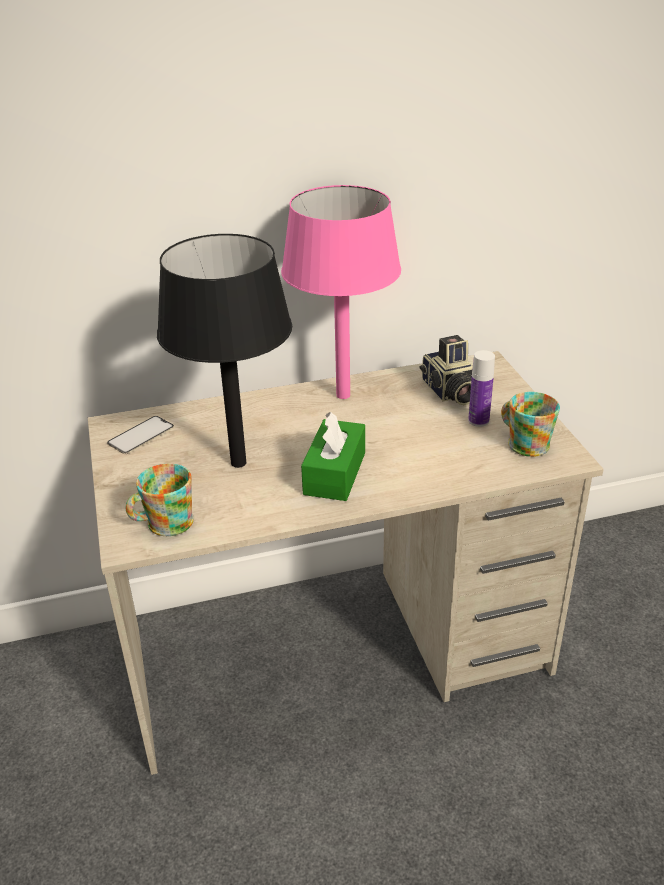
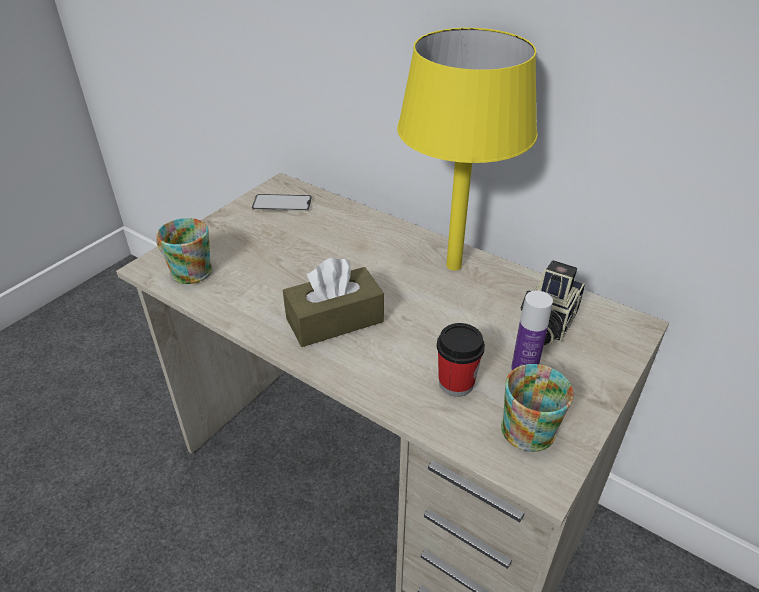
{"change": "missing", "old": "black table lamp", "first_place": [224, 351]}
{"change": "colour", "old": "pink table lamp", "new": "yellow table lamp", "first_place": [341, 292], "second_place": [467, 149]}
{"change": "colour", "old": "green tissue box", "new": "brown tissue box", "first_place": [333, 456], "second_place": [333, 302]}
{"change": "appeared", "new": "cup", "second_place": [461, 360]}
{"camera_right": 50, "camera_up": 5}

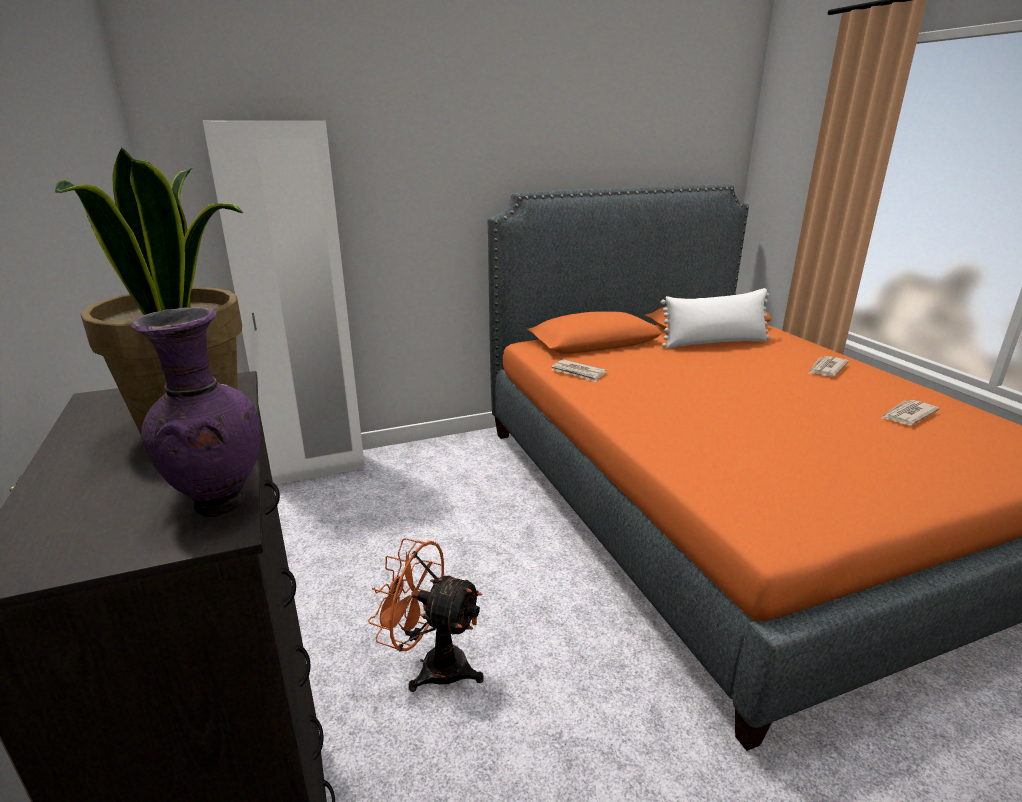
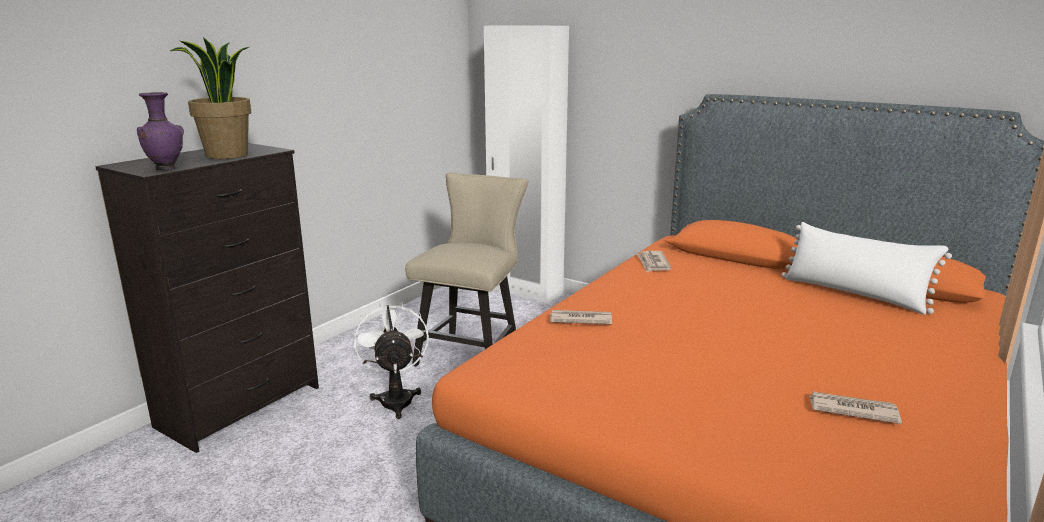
{"change": "colour", "old": "orange fan", "new": "white fan", "first_place": [426, 615], "second_place": [391, 360]}
{"change": "relocated", "old": "newspaper", "first_place": [828, 366], "second_place": [581, 317]}
{"change": "appeared", "new": "beige chair", "second_place": [466, 269]}
{"camera_right": 55, "camera_up": -5}

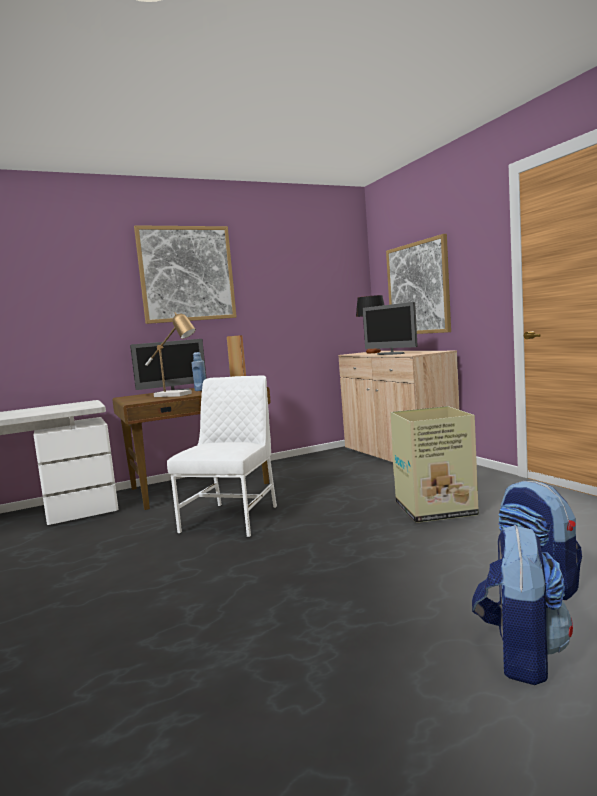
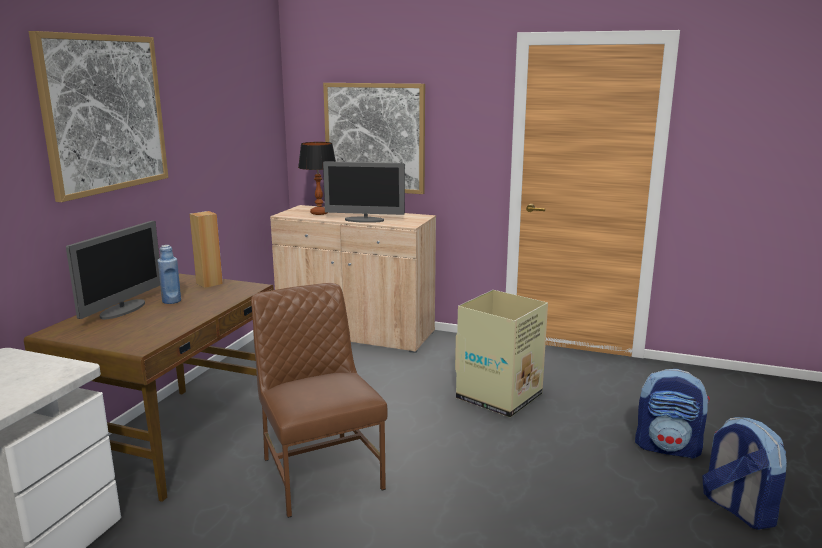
{"change": "missing", "old": "table lamp", "first_place": [170, 354]}
{"change": "colour", "old": "white chair", "new": "brown chair", "first_place": [222, 456], "second_place": [319, 400]}
{"camera_right": -45, "camera_up": 10}

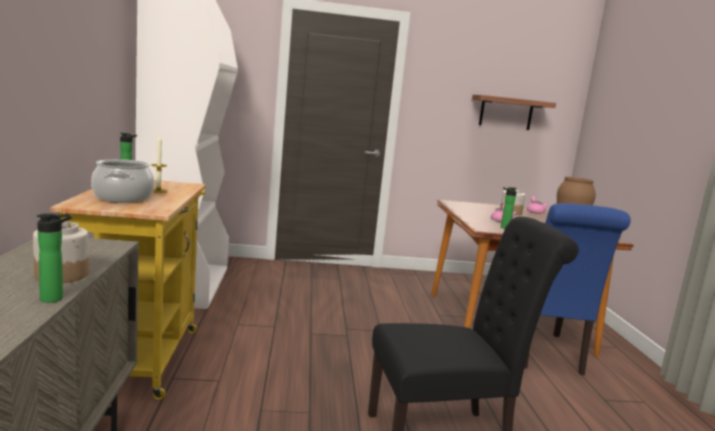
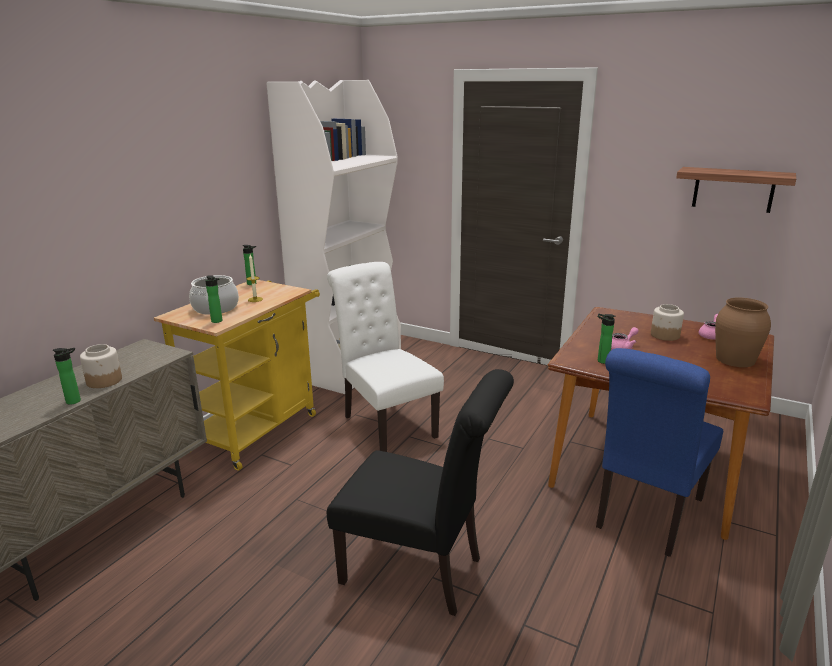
{"change": "appeared", "new": "bottle", "second_place": [213, 299]}
{"change": "appeared", "new": "white chair", "second_place": [385, 357]}
{"camera_right": 35, "camera_up": 10}

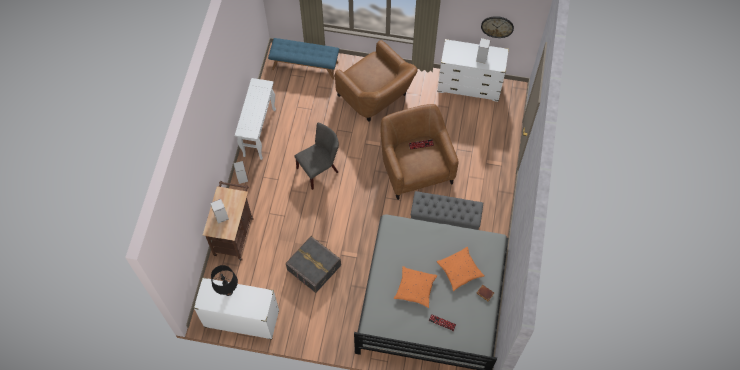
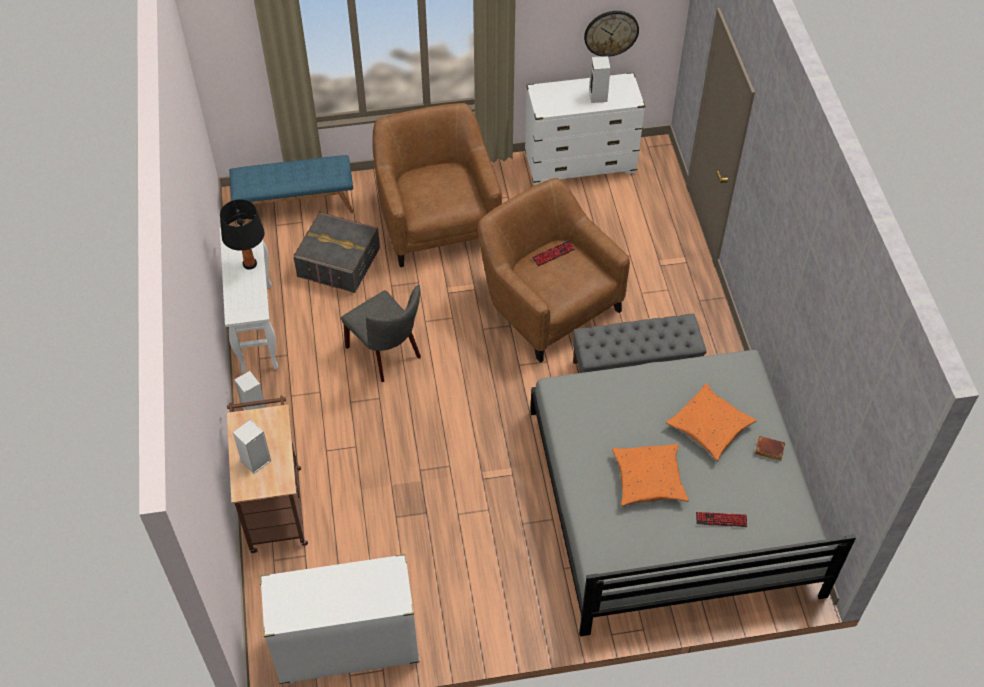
{"change": "relocated", "old": "black table lamp", "first_place": [224, 280], "second_place": [242, 235]}
{"change": "relocated", "old": "grey storage box", "first_place": [313, 264], "second_place": [336, 252]}
{"change": "spun", "old": "grey chair", "first_place": [316, 156], "second_place": [381, 333], "degrees": 105}
{"change": "spun", "old": "brown armchair", "first_place": [376, 81], "second_place": [437, 185], "degrees": -135}
{"camera_right": -20, "camera_up": -10}

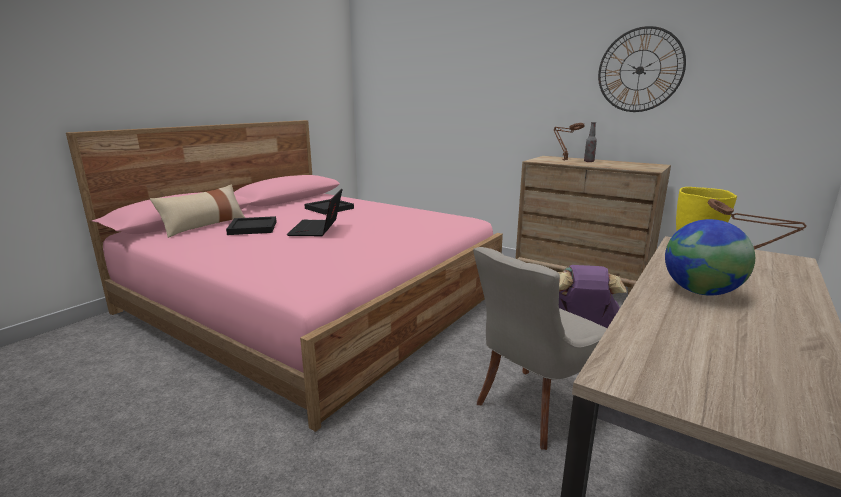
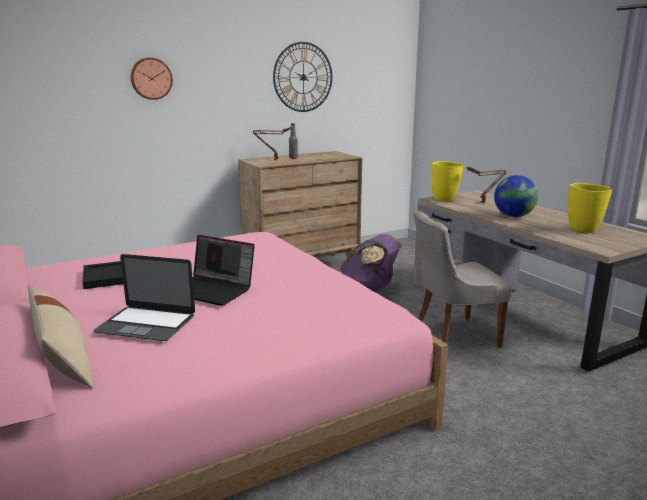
{"change": "exchanged", "old": "black tray", "new": "laptop", "first_place": [251, 225], "second_place": [144, 297]}
{"change": "spun", "old": "grey chair", "first_place": [540, 348], "second_place": [462, 279], "degrees": 90}
{"change": "appeared", "new": "wall clock", "second_place": [152, 78]}
{"change": "appeared", "new": "yellow vase", "second_place": [590, 208]}
{"camera_right": -65, "camera_up": 0}

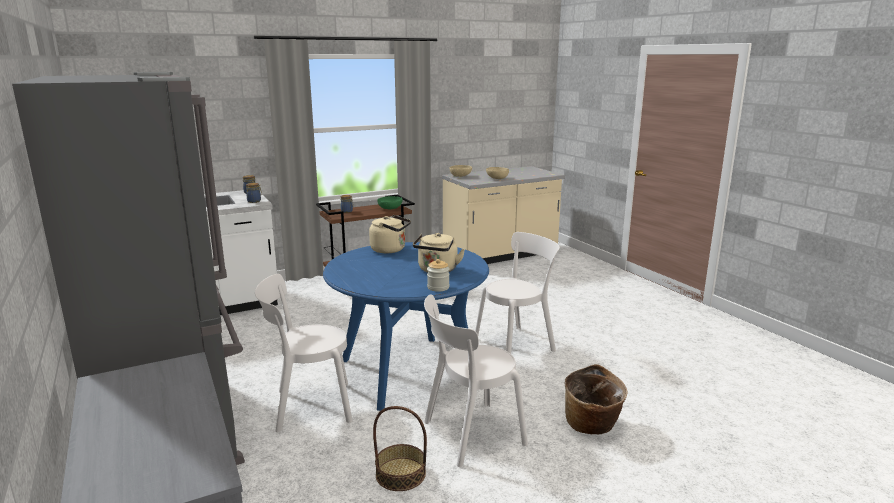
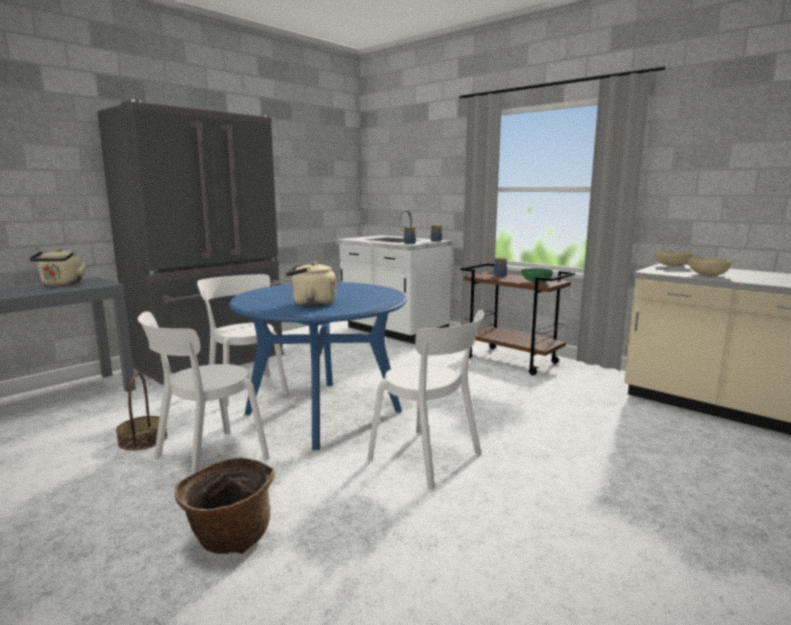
{"change": "relocated", "old": "beige kettle", "first_place": [390, 234], "second_place": [58, 267]}
{"change": "spun", "old": "white chair", "first_place": [476, 380], "second_place": [204, 393], "degrees": -90}
{"change": "missing", "old": "jar", "first_place": [438, 275]}
{"camera_right": 70, "camera_up": -5}

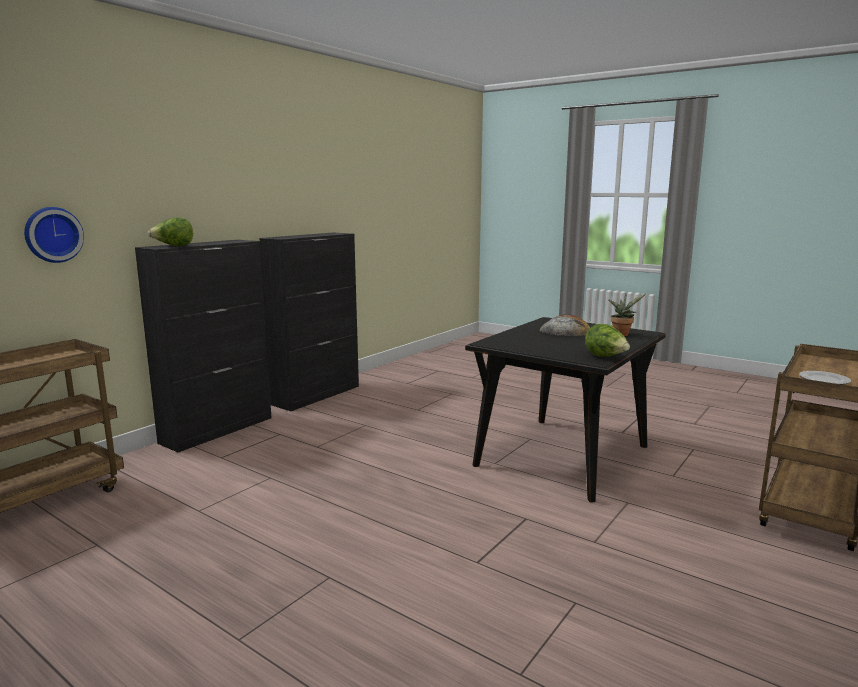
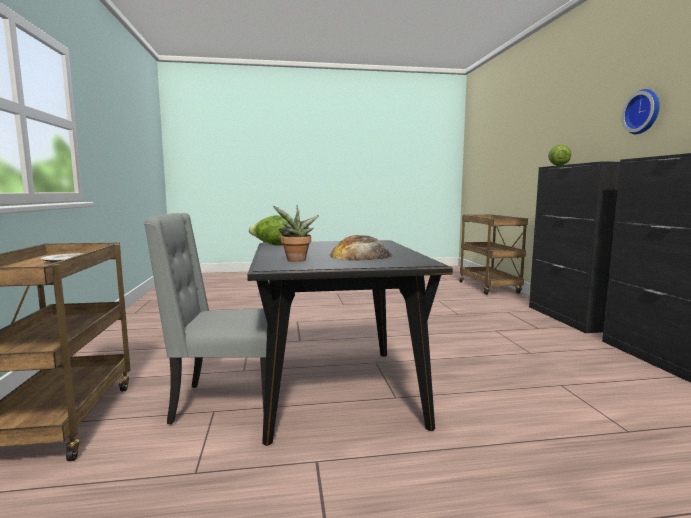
{"change": "relocated", "old": "wall clock", "first_place": [54, 235], "second_place": [641, 111]}
{"change": "appeared", "new": "grey chair", "second_place": [205, 318]}
{"camera_right": 135, "camera_up": -5}

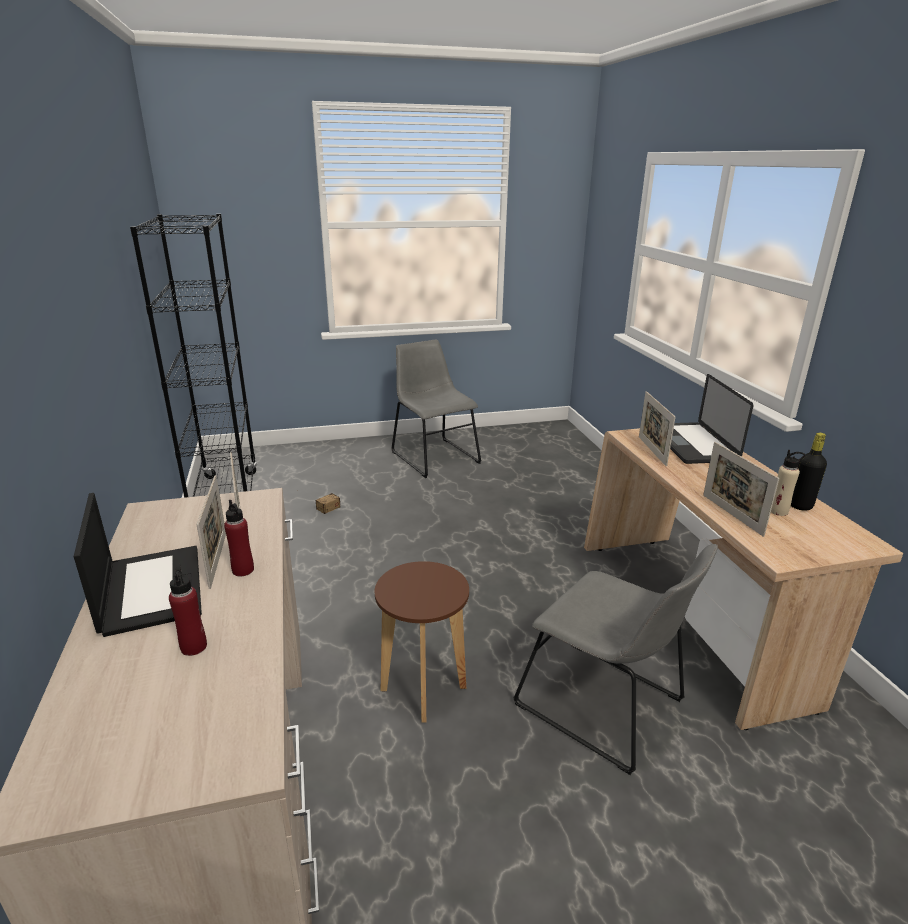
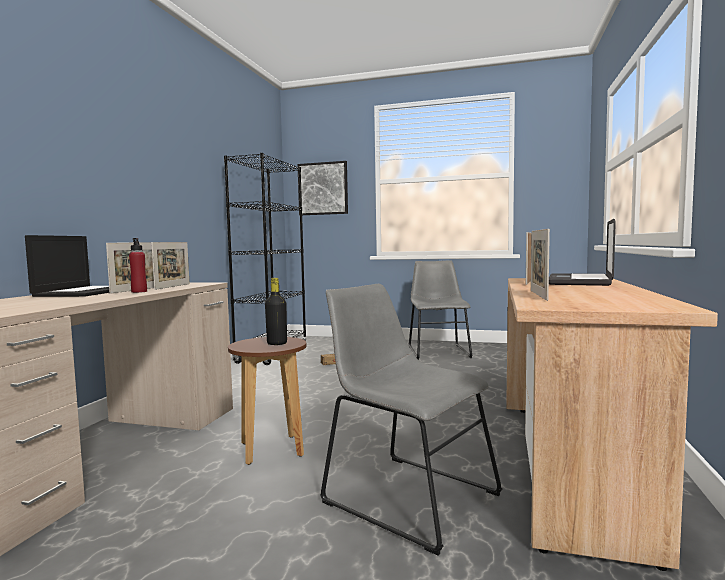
{"change": "missing", "old": "red bottle", "first_place": [188, 610]}
{"change": "spun", "old": "grey chair", "first_place": [615, 659], "second_place": [411, 420], "degrees": 150}
{"change": "missing", "old": "beige bottle", "first_place": [788, 483]}
{"change": "relocated", "old": "black bottle", "first_place": [809, 472], "second_place": [276, 311]}
{"change": "appeared", "new": "picture", "second_place": [322, 188]}
{"camera_right": 30, "camera_up": -20}

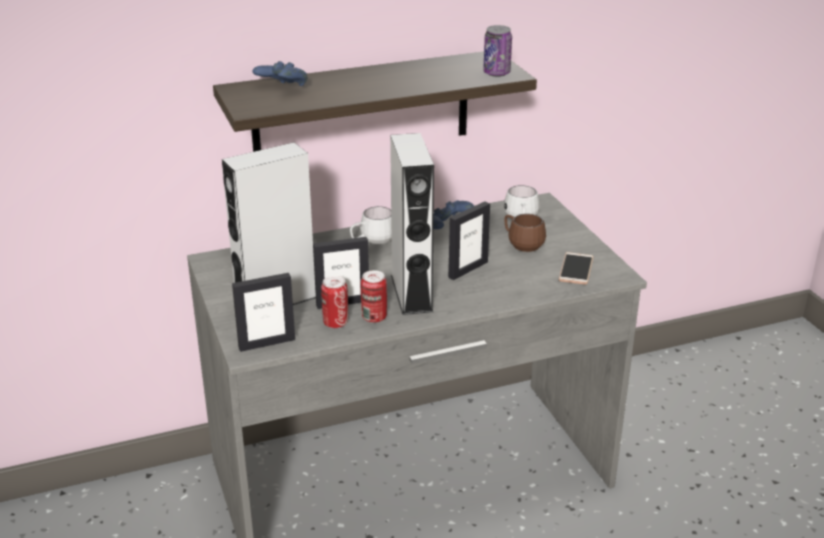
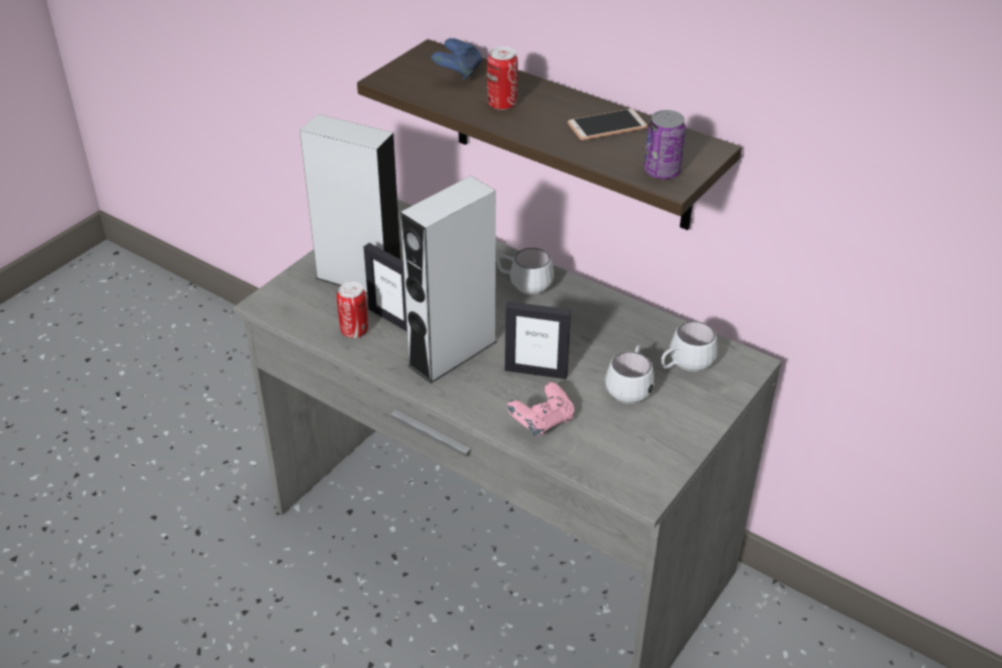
{"change": "missing", "old": "picture frame", "first_place": [263, 312]}
{"change": "relocated", "old": "can", "first_place": [374, 296], "second_place": [502, 78]}
{"change": "missing", "old": "blue game controller", "first_place": [453, 214]}
{"change": "colour", "old": "brown mug", "new": "white mug", "first_place": [525, 232], "second_place": [630, 374]}
{"change": "relocated", "old": "phone", "first_place": [576, 268], "second_place": [607, 124]}
{"change": "appeared", "new": "pink game controller", "second_place": [540, 409]}
{"camera_right": 55, "camera_up": 10}

